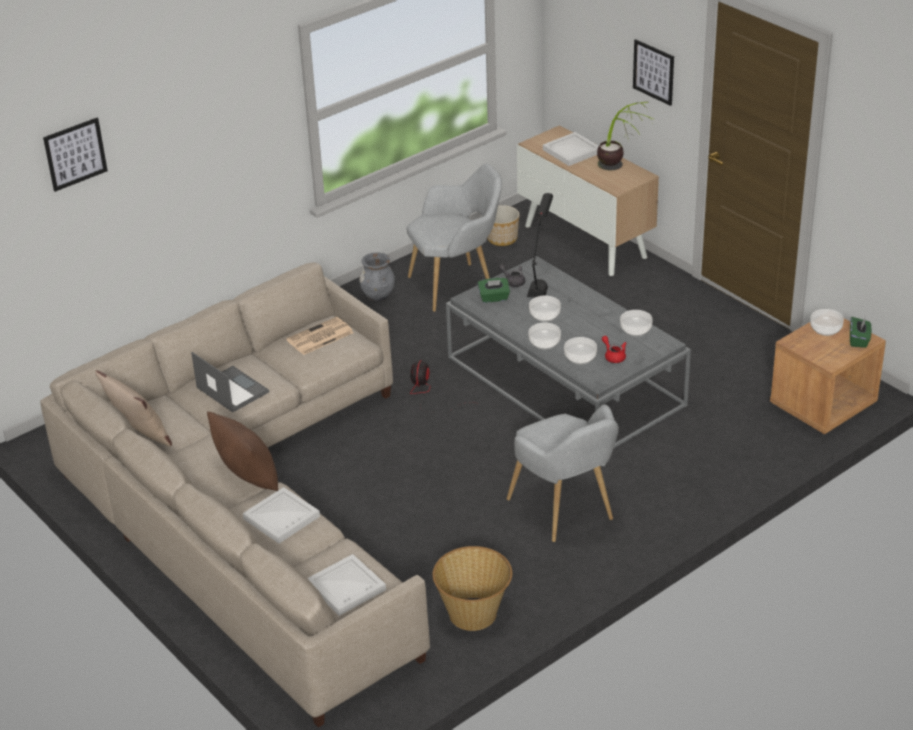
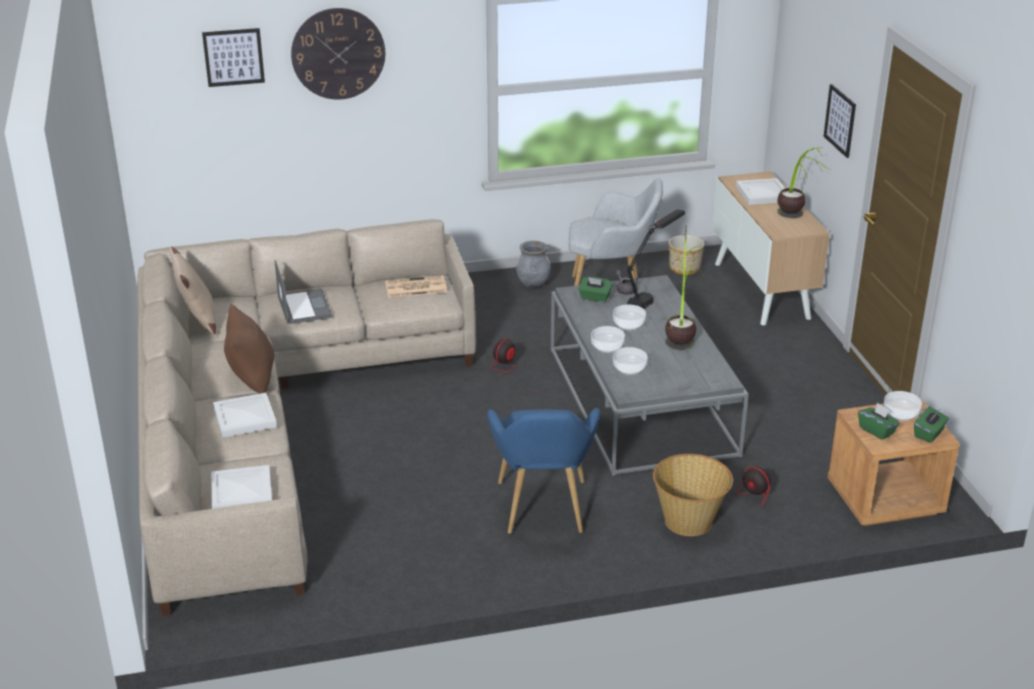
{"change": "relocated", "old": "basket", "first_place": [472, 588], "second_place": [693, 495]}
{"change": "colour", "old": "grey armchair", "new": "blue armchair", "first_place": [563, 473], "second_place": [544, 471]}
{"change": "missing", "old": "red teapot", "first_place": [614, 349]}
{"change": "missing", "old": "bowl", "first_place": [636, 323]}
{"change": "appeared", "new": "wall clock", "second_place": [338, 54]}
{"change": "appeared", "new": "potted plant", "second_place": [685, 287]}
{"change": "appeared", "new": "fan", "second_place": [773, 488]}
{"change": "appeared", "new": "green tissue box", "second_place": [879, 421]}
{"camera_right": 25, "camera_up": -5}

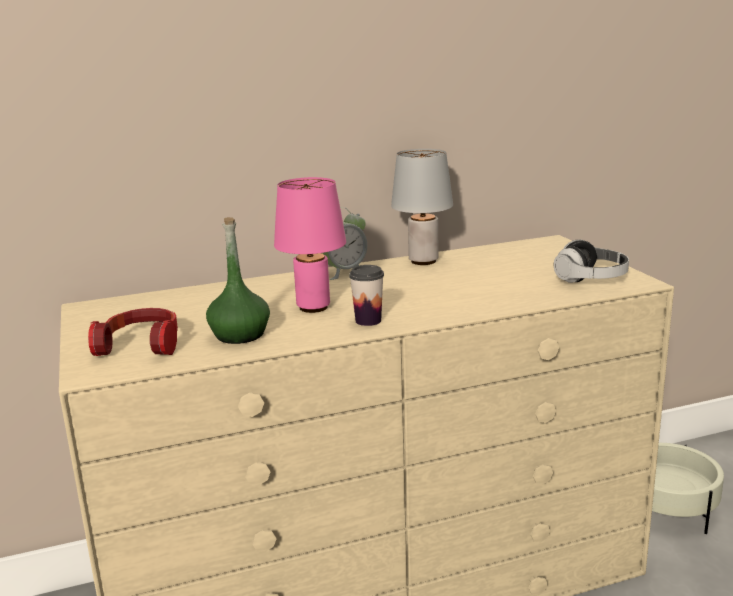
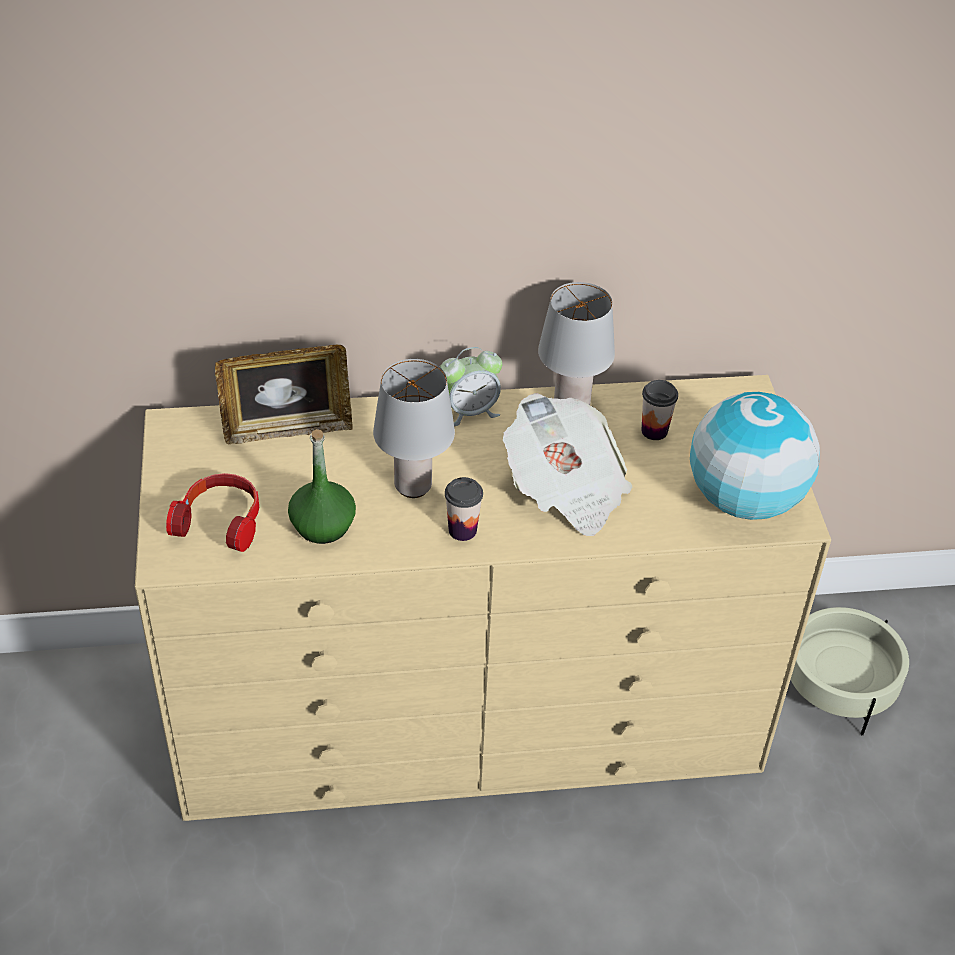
{"change": "colour", "old": "pink table lamp", "new": "grey table lamp", "first_place": [310, 245], "second_place": [414, 428]}
{"change": "exchanged", "old": "headphones", "new": "globe", "first_place": [591, 261], "second_place": [755, 456]}
{"change": "appeared", "new": "picture frame", "second_place": [284, 394]}
{"change": "appeared", "new": "newspaper", "second_place": [568, 464]}
{"change": "appeared", "new": "cup", "second_place": [659, 410]}
{"camera_right": 10, "camera_up": 25}

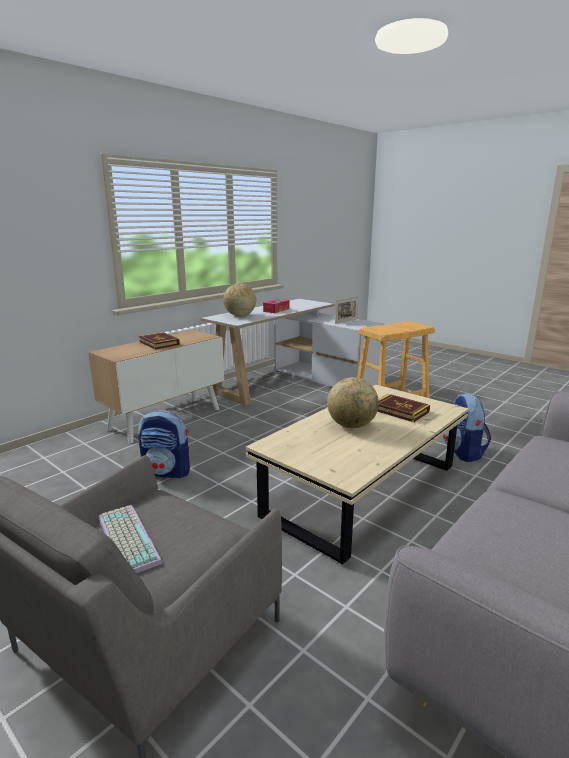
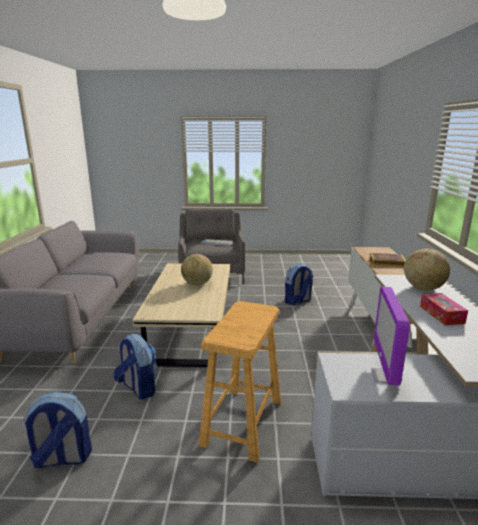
{"change": "exchanged", "old": "picture frame", "new": "monitor", "first_place": [346, 310], "second_place": [390, 336]}
{"change": "missing", "old": "book", "first_place": [403, 408]}
{"change": "appeared", "new": "backpack", "second_place": [57, 430]}
{"camera_right": 140, "camera_up": 0}

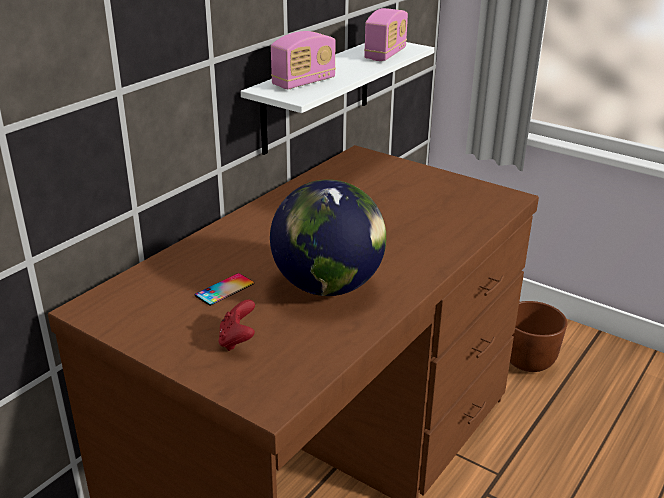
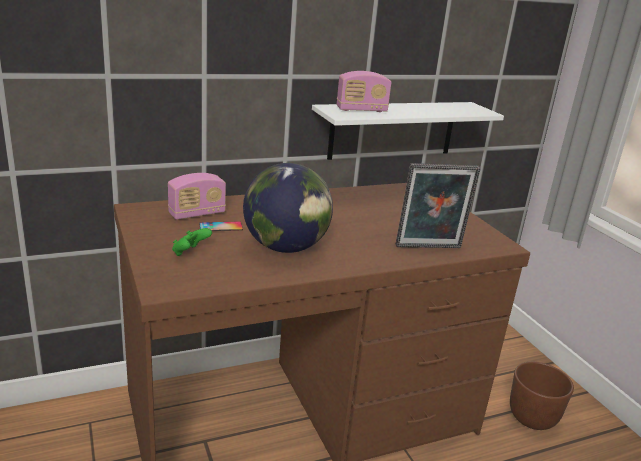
{"change": "colour", "old": "red game controller", "new": "green game controller", "first_place": [236, 325], "second_place": [192, 242]}
{"change": "relocated", "old": "radio", "first_place": [386, 34], "second_place": [197, 196]}
{"change": "appeared", "new": "picture frame", "second_place": [438, 205]}
{"camera_right": 30, "camera_up": -5}

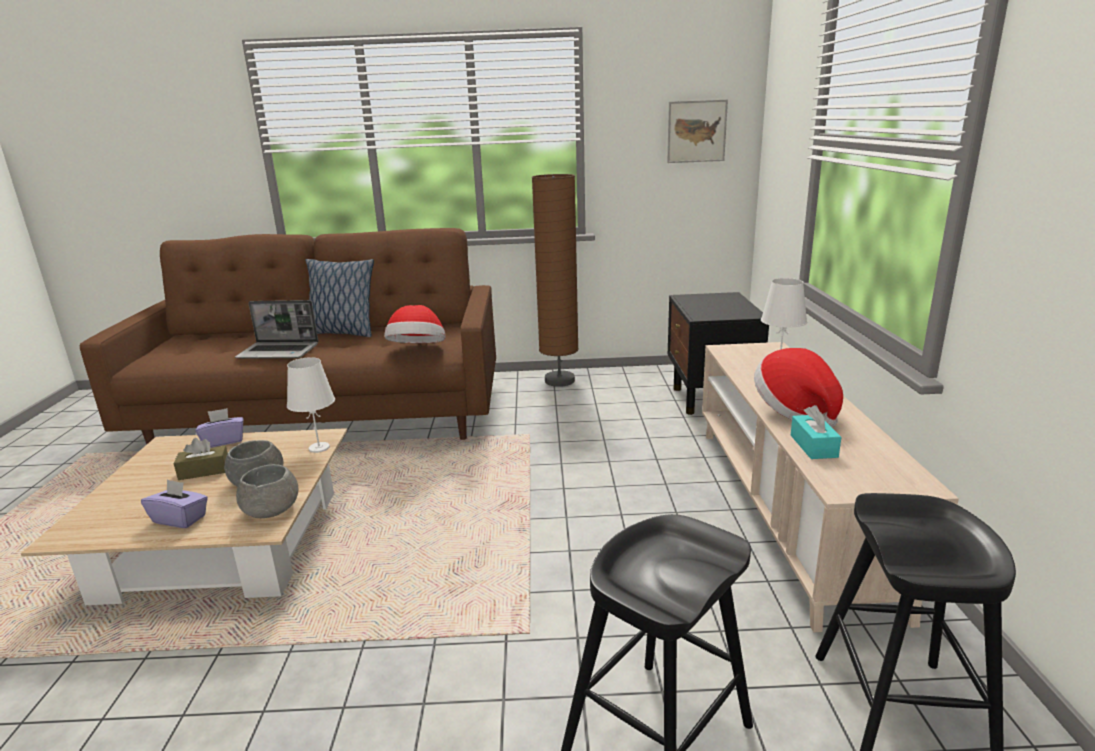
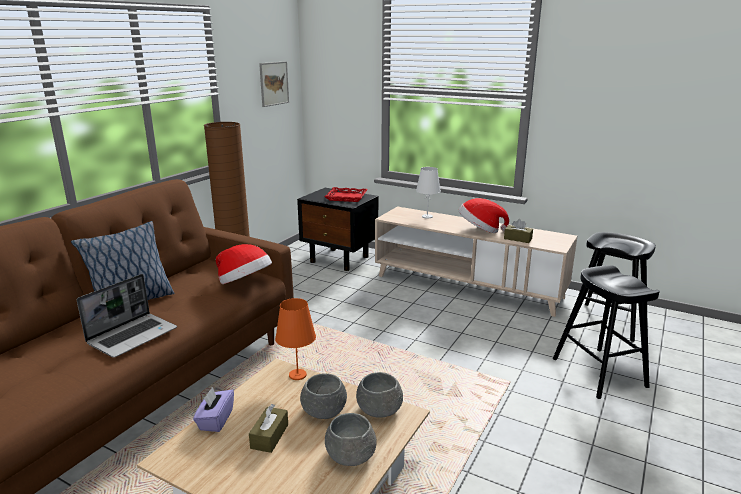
{"change": "exchanged", "old": "purple tissue box", "new": "grey bowl", "first_place": [174, 503], "second_place": [351, 439]}
{"change": "colour", "old": "white table lamp", "new": "orange table lamp", "first_place": [311, 405], "second_place": [295, 339]}
{"change": "colour", "old": "turquoise tissue box", "new": "brown tissue box", "first_place": [816, 432], "second_place": [518, 231]}
{"change": "appeared", "new": "red tray", "second_place": [346, 194]}
{"camera_right": -60, "camera_up": 0}

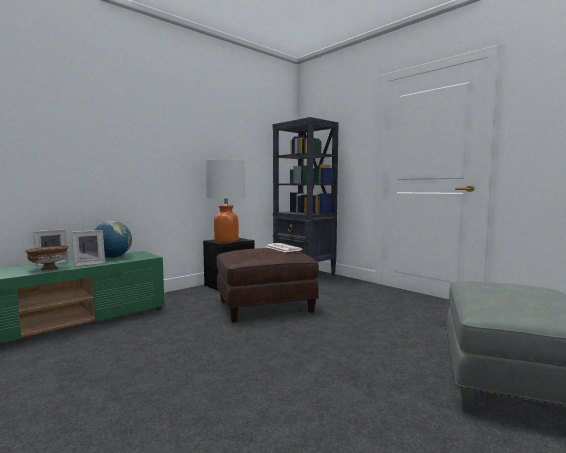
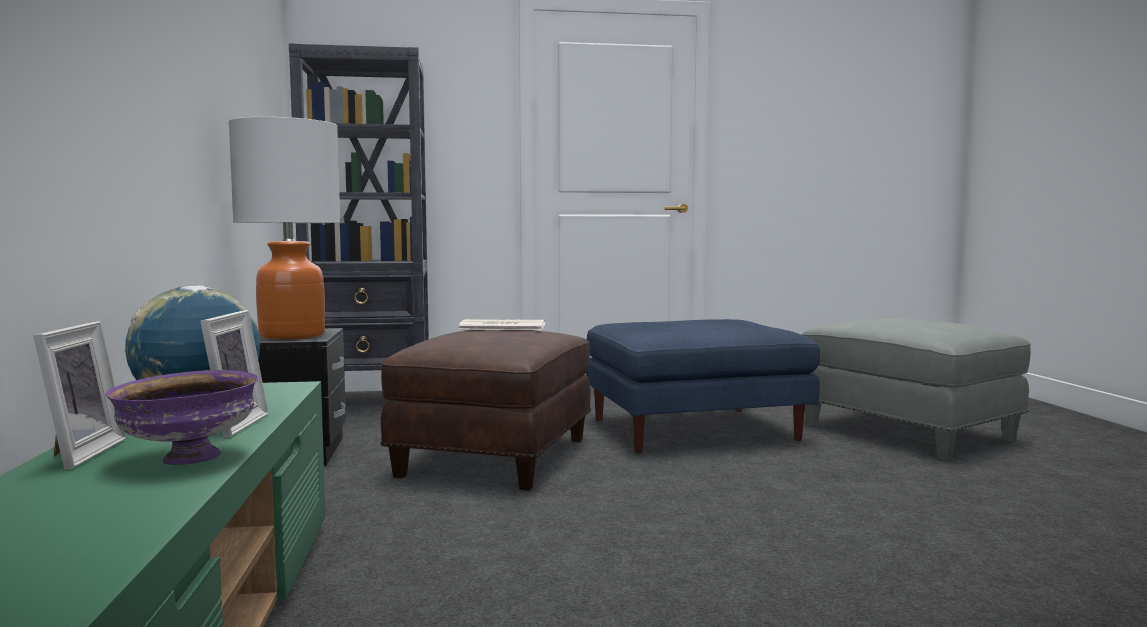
{"change": "colour", "old": "brown bowl", "new": "purple bowl", "first_place": [47, 258], "second_place": [182, 417]}
{"change": "appeared", "new": "blue ottoman", "second_place": [703, 386]}
{"camera_right": -55, "camera_up": 0}

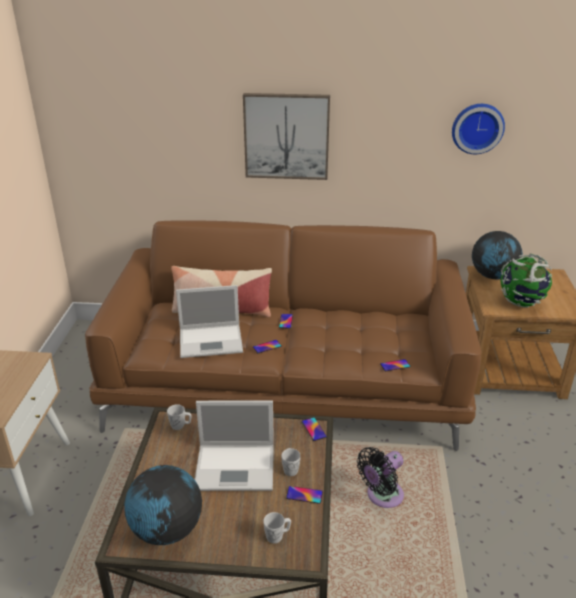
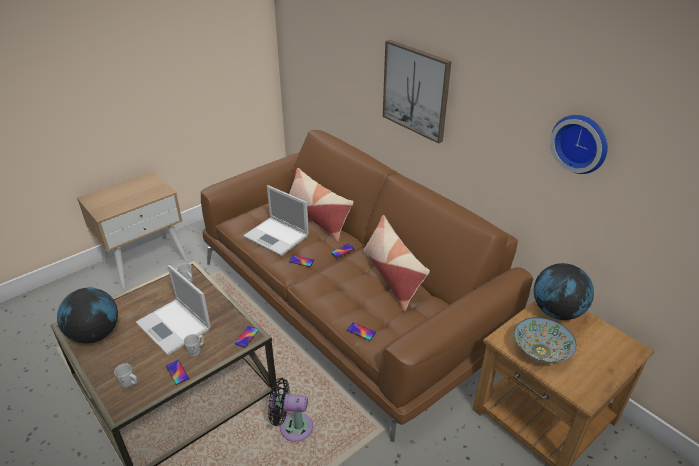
{"change": "exchanged", "old": "globe", "new": "bowl", "first_place": [526, 280], "second_place": [545, 340]}
{"change": "appeared", "new": "pillow", "second_place": [396, 263]}
{"camera_right": 45, "camera_up": 5}

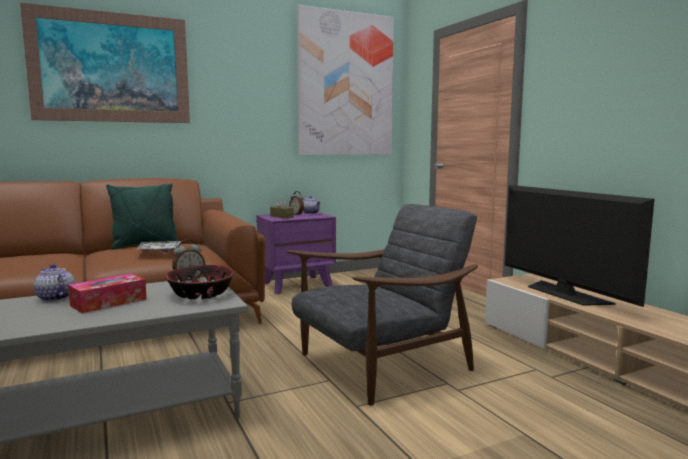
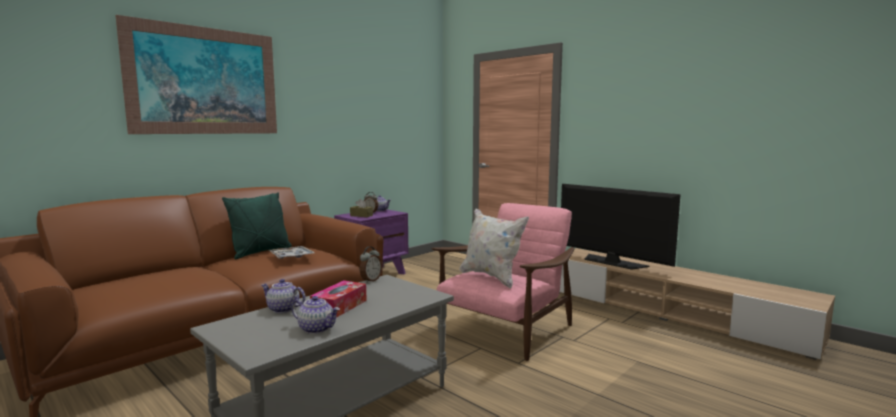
{"change": "missing", "old": "bowl", "first_place": [199, 282]}
{"change": "colour", "old": "grey armchair", "new": "pink armchair", "first_place": [382, 305], "second_place": [502, 282]}
{"change": "missing", "old": "picture", "first_place": [345, 80]}
{"change": "appeared", "new": "teapot", "second_place": [316, 315]}
{"change": "appeared", "new": "white pillow", "second_place": [494, 248]}
{"camera_right": -20, "camera_up": 0}

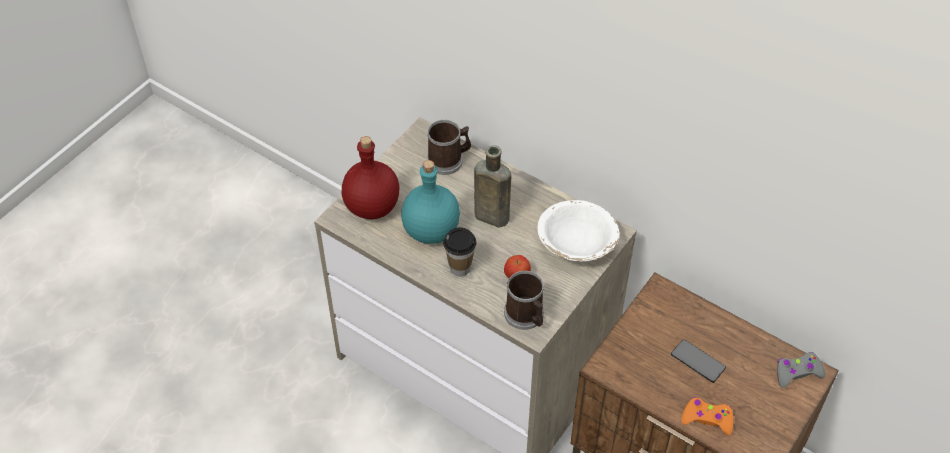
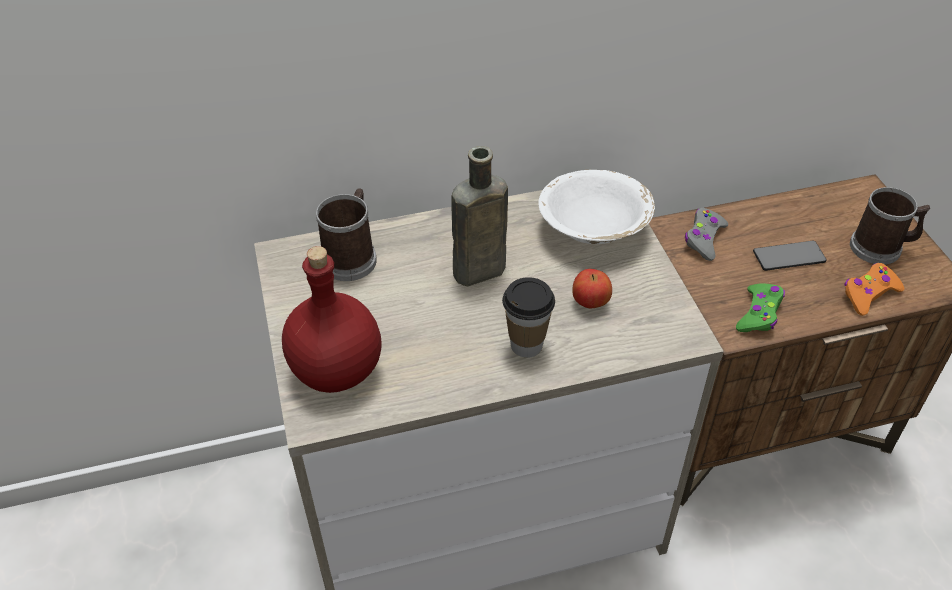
{"change": "missing", "old": "turquoise bottle", "first_place": [430, 202]}
{"change": "relocated", "old": "mug", "first_place": [524, 300], "second_place": [890, 226]}
{"change": "relocated", "old": "grey game controller", "first_place": [801, 370], "second_place": [706, 234]}
{"change": "appeared", "new": "green game controller", "second_place": [760, 308]}
{"camera_right": -50, "camera_up": -5}

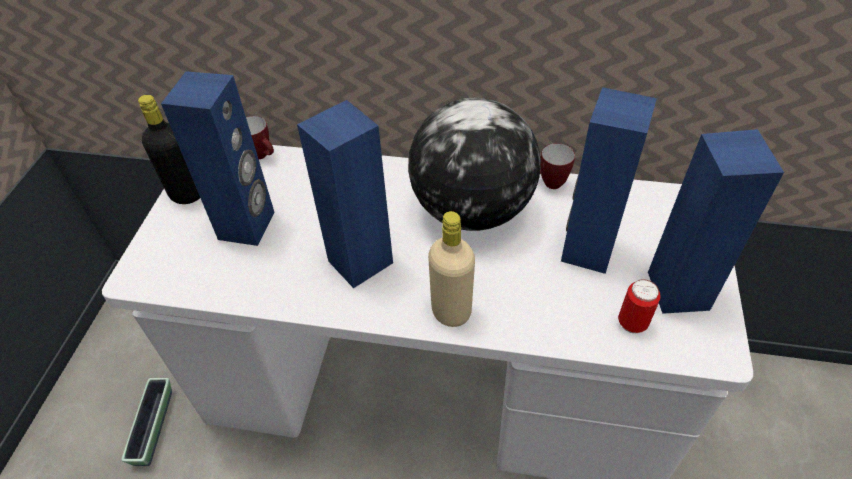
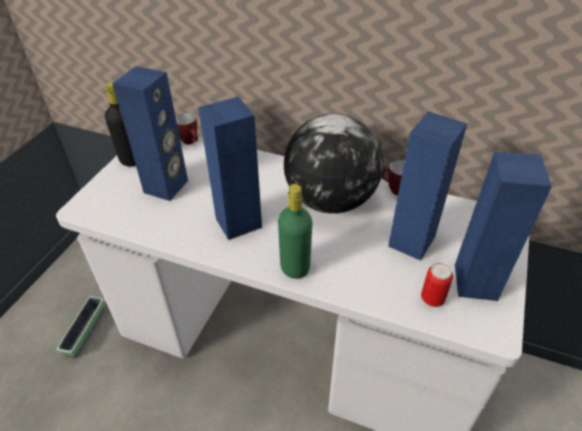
{"change": "colour", "old": "beige bottle", "new": "green bottle", "first_place": [451, 269], "second_place": [295, 231]}
{"camera_right": 10, "camera_up": -5}

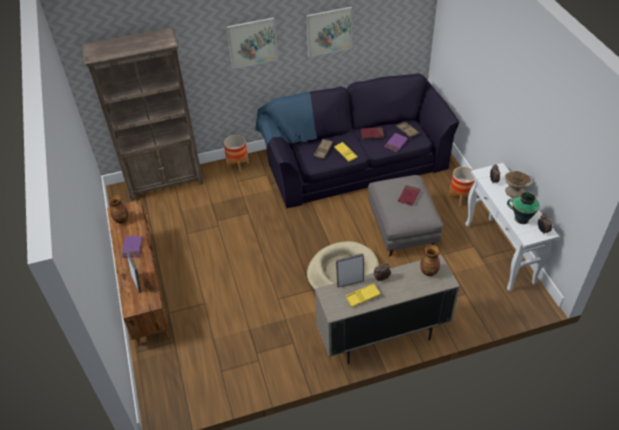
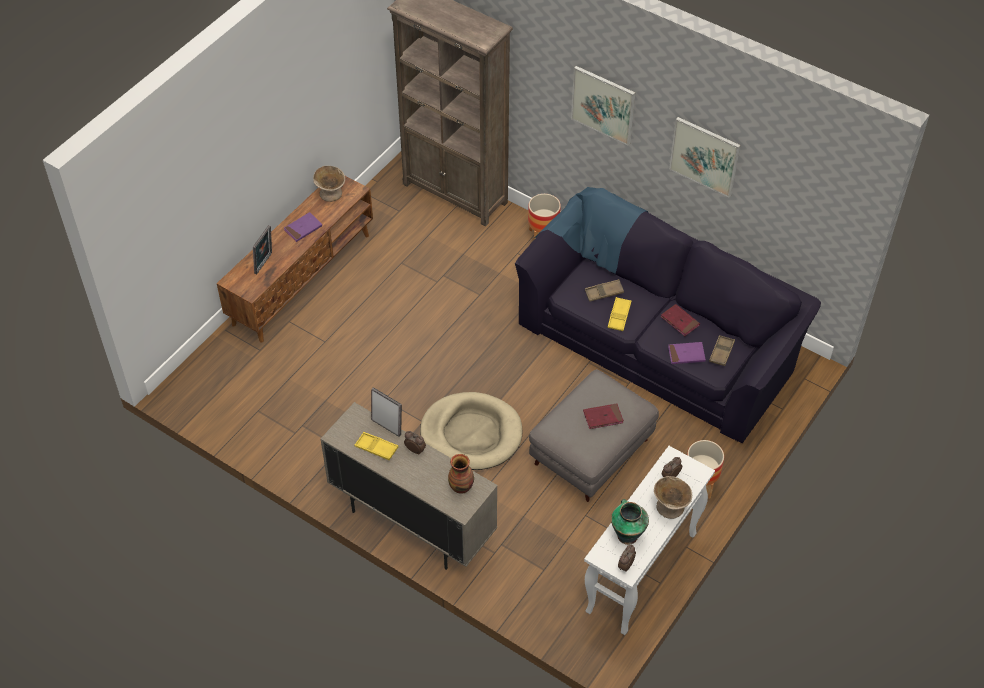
{"change": "exchanged", "old": "vase", "new": "beige bowl", "first_place": [118, 209], "second_place": [329, 184]}
{"camera_right": 50, "camera_up": 5}

